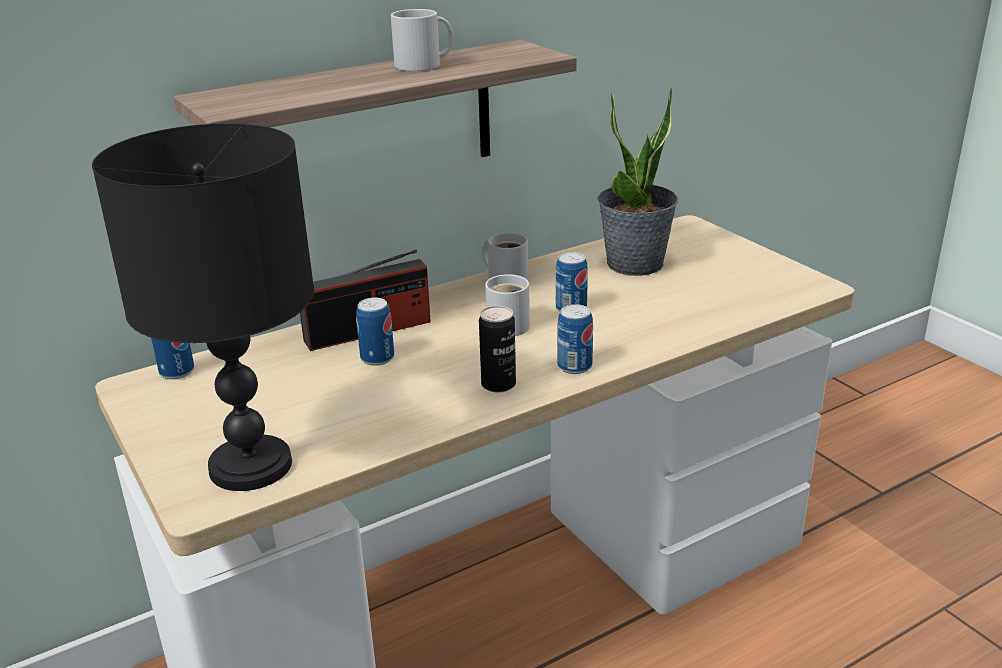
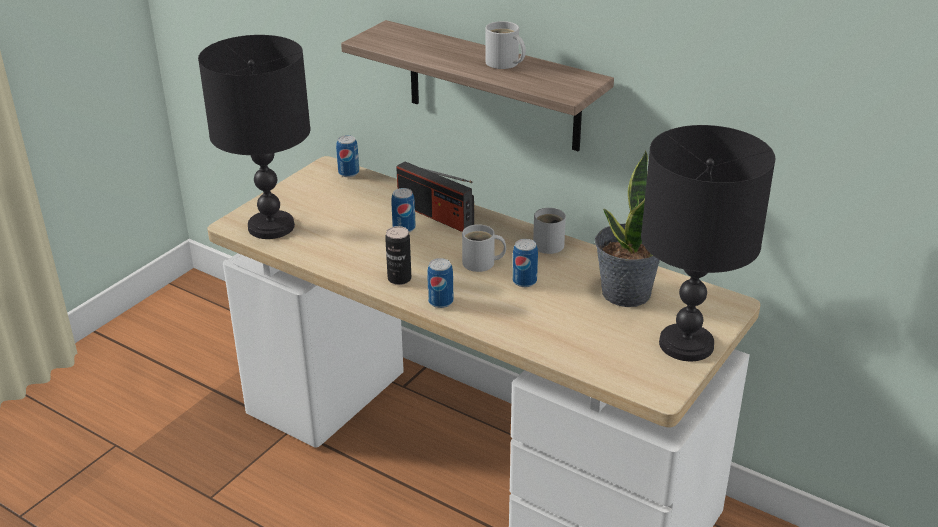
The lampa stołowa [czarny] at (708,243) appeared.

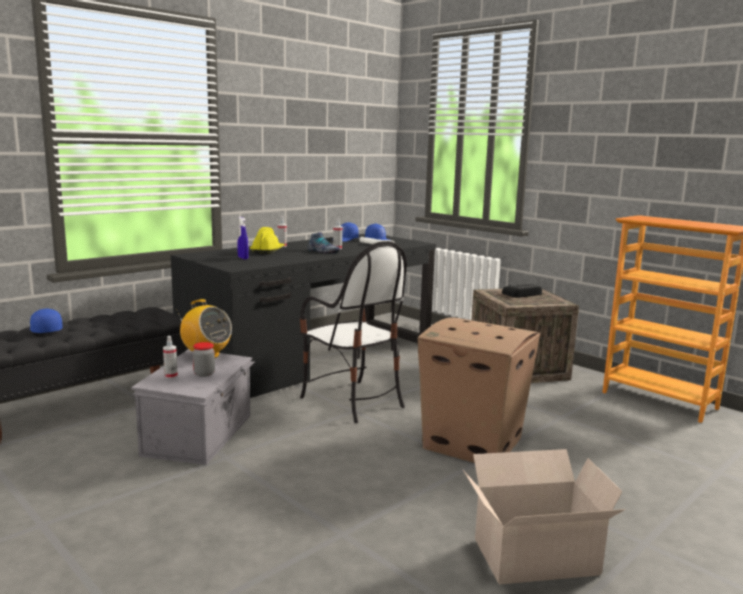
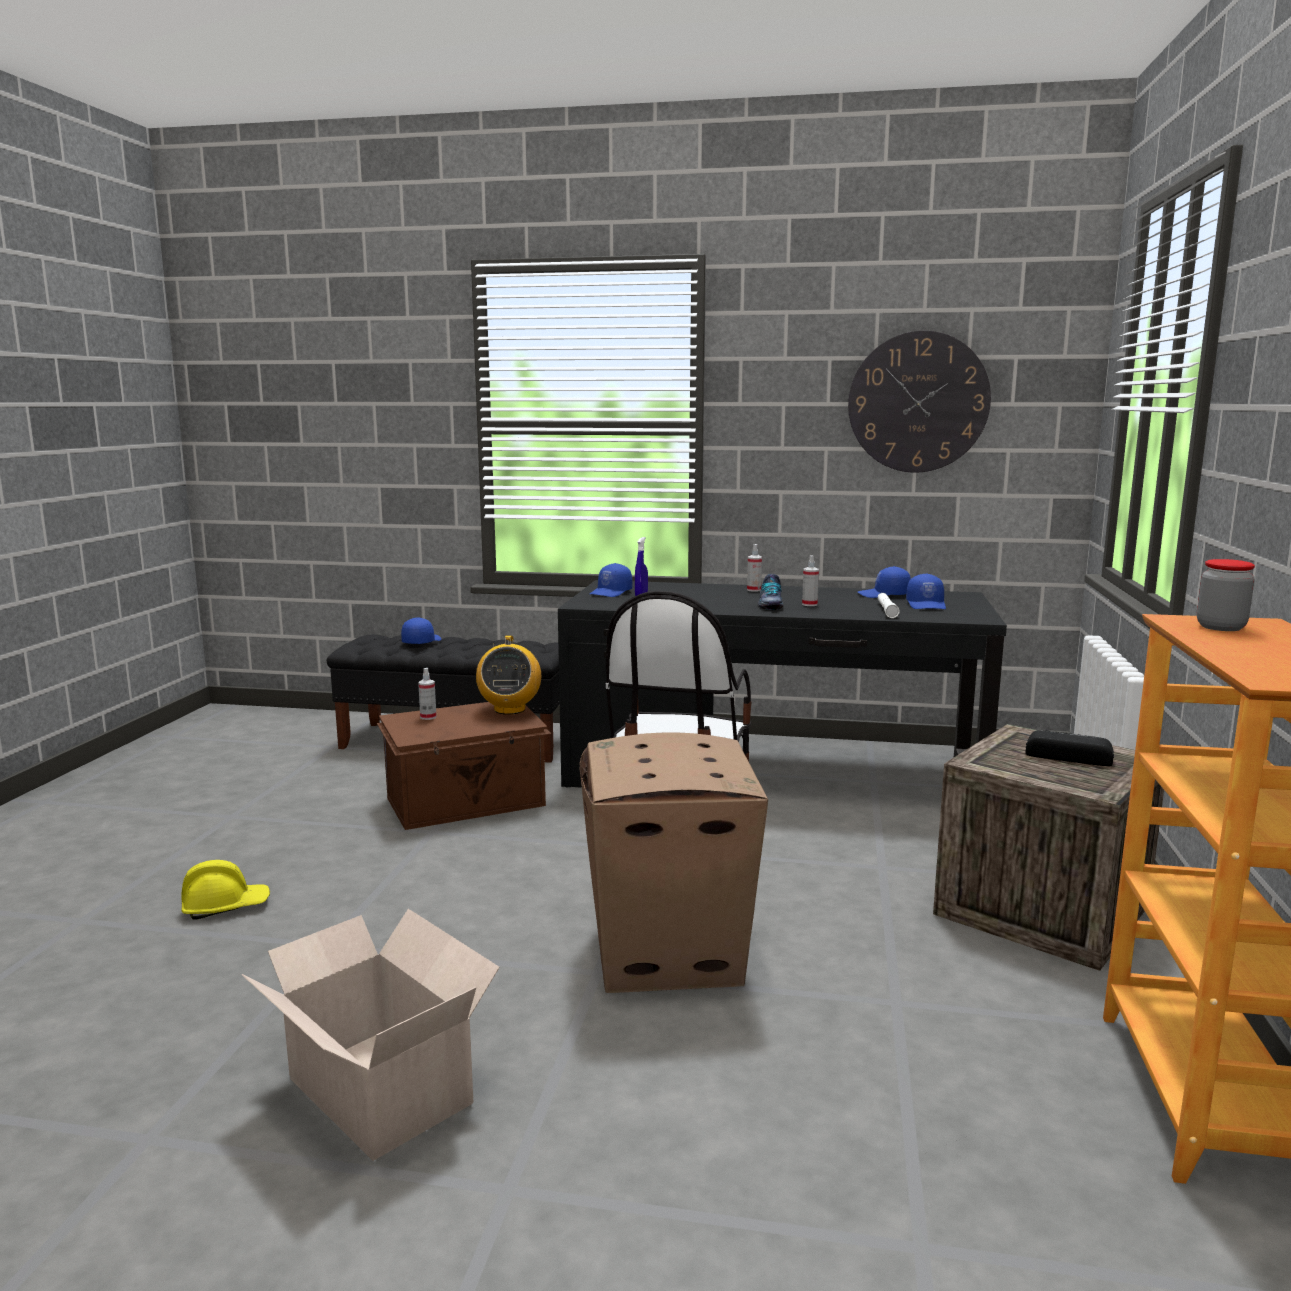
The kask [żółty] moved from (267,240) to (225,890). The słoik moved from (204,359) to (1226,595). The pojemnik do przechowywania [szary] at (193,407) became the pojemnik do przechowywania [brązowy] at (464,766). The zegar ścienny at (919,402) appeared. The czapka z daszkiem [niebieski] at (611,580) appeared.

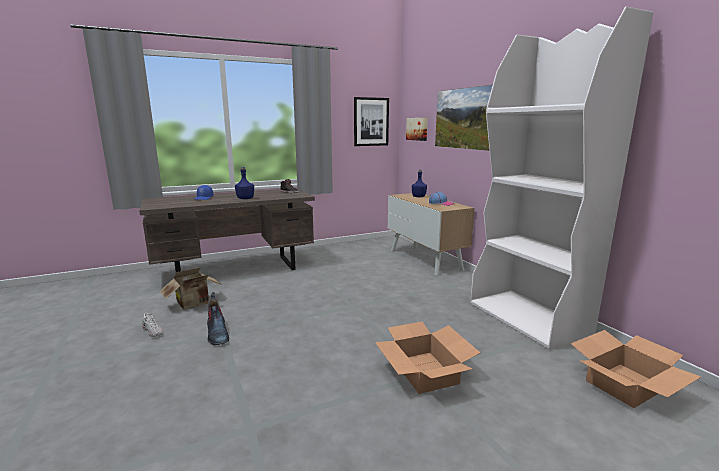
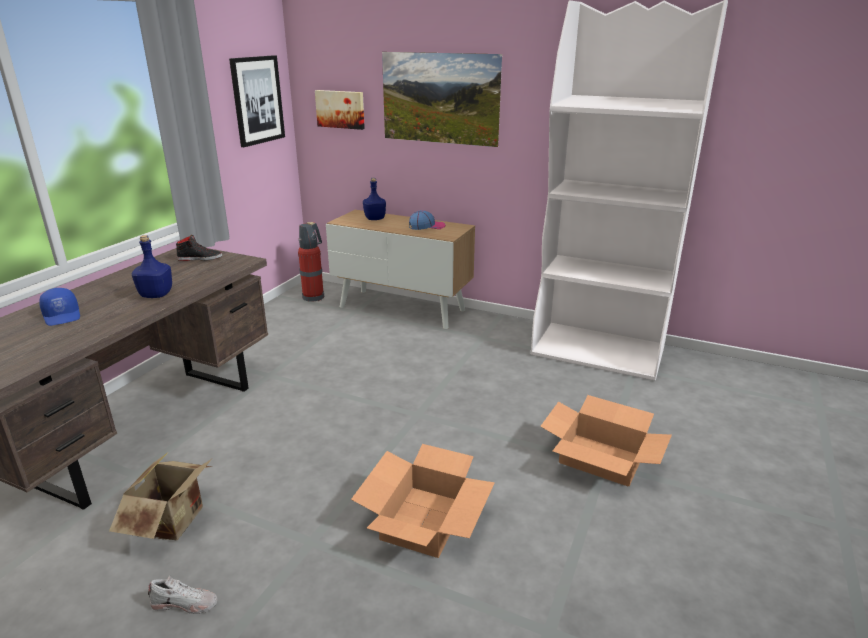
The but z cholewką at (218,318) disappeared. The karton moved from (635,369) to (423,501). The gaśnica at (311,262) appeared.

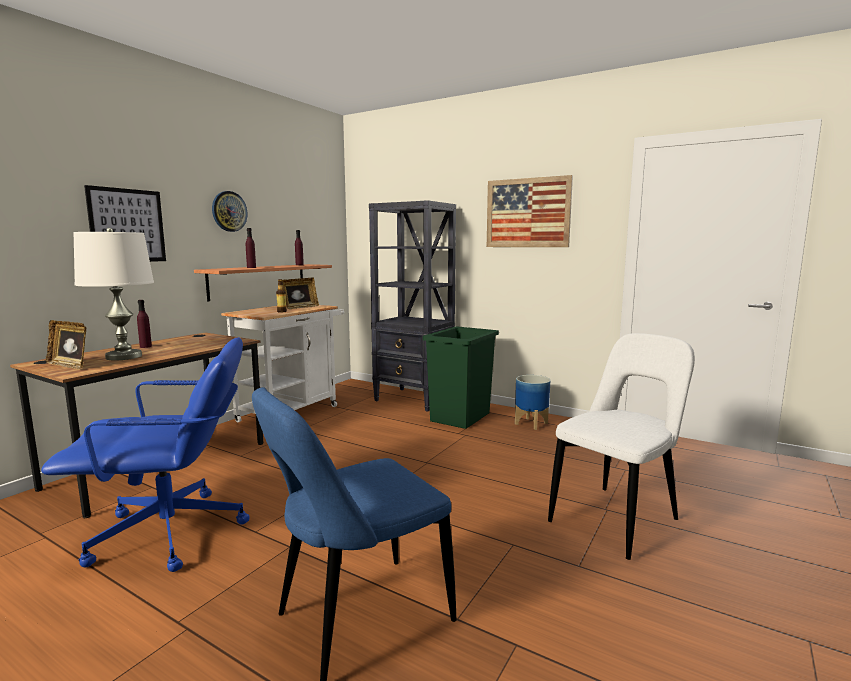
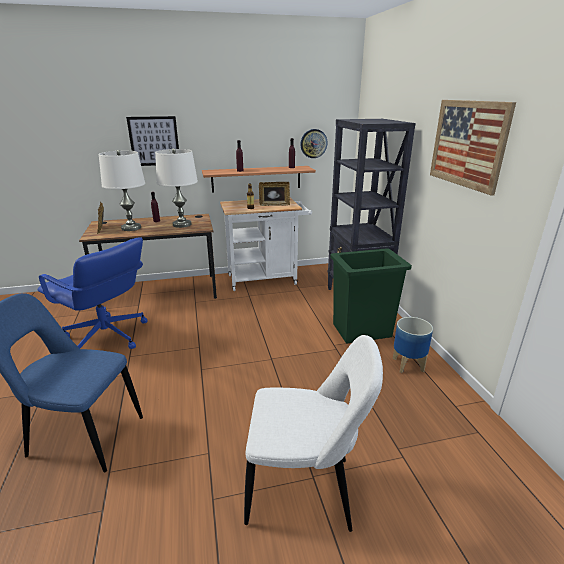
The zegar ścienny moved from (229,211) to (314,143). The lampa stołowa [biały] at (176,188) appeared.

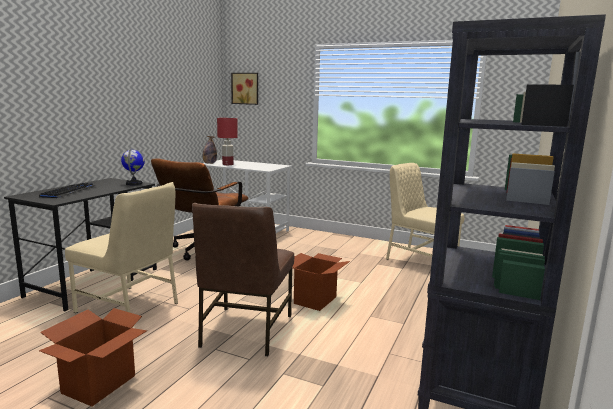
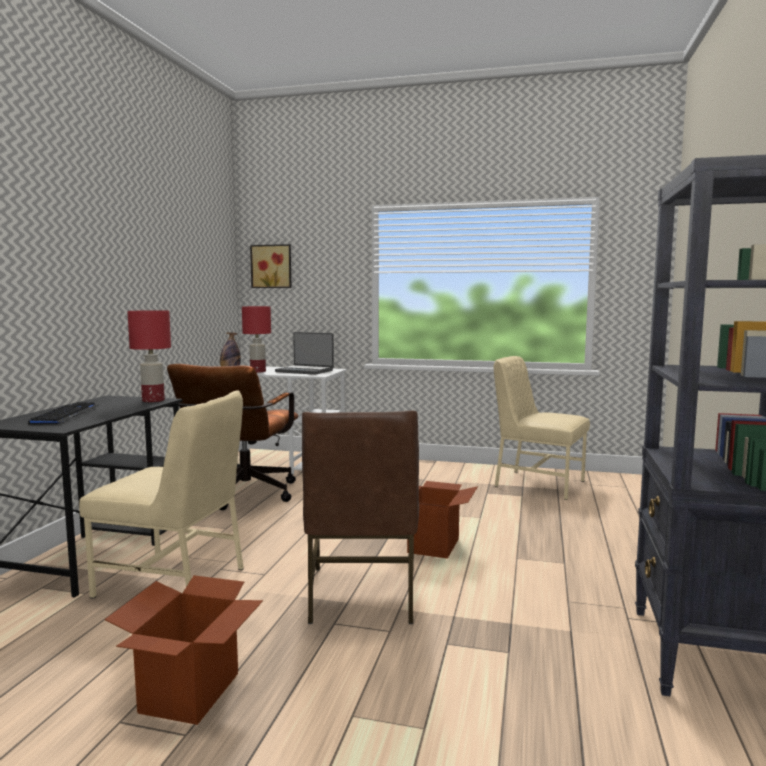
The globus at (133,166) was replaced by the lampa stołowa [czerwony] at (149,356). The laptop at (304,353) appeared.

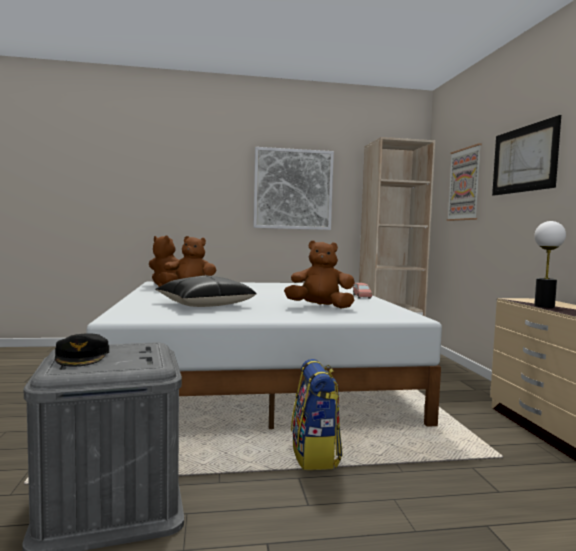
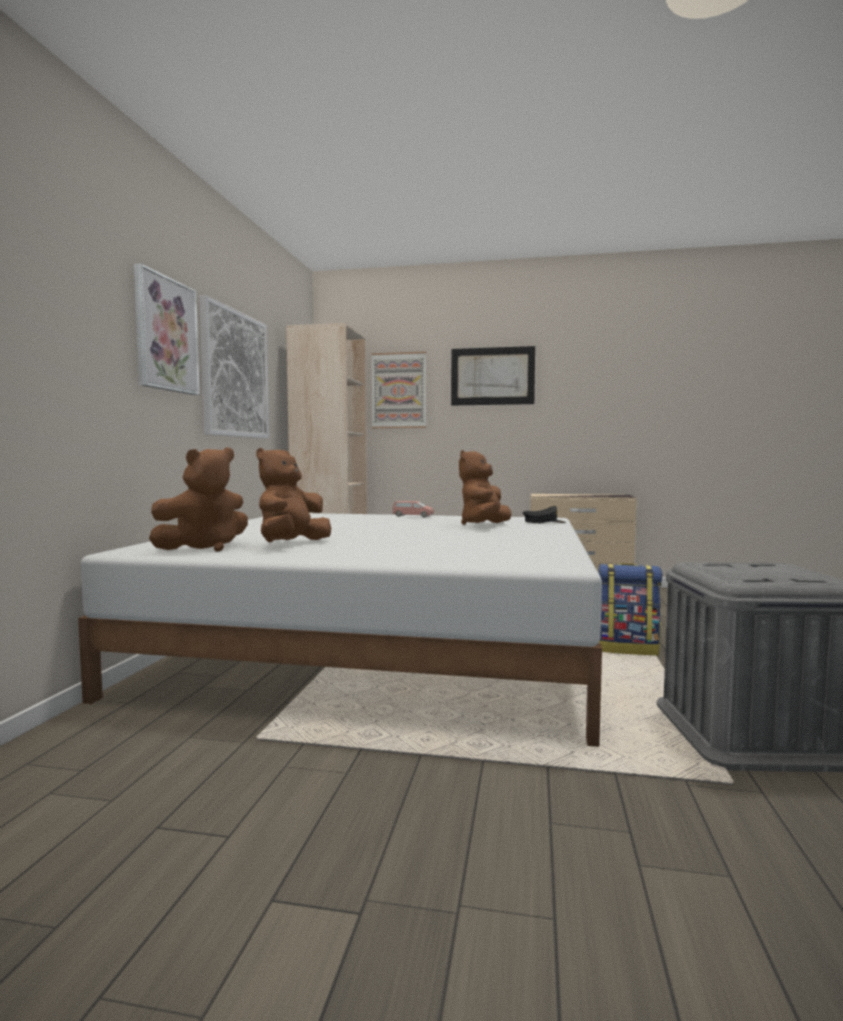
The lampa stołowa at (550,264) disappeared. The poduszka [czarny] at (206,291) disappeared. The czapka z daszkiem [czarny] moved from (82,350) to (544,514). The obraz at (167,329) appeared.

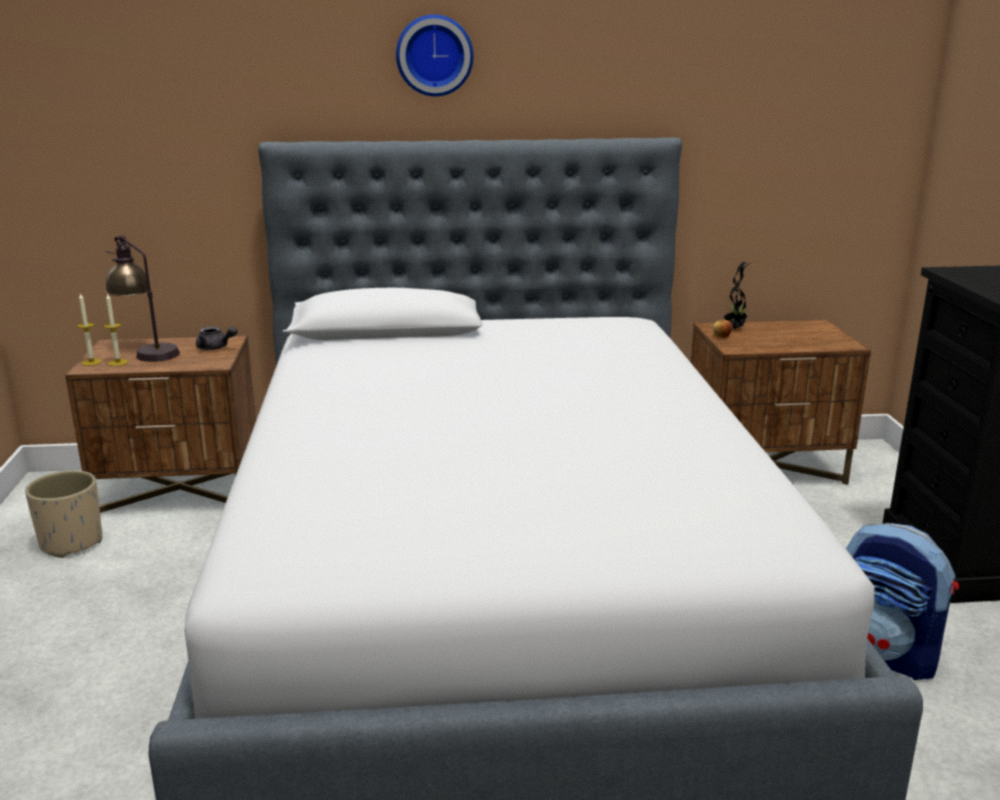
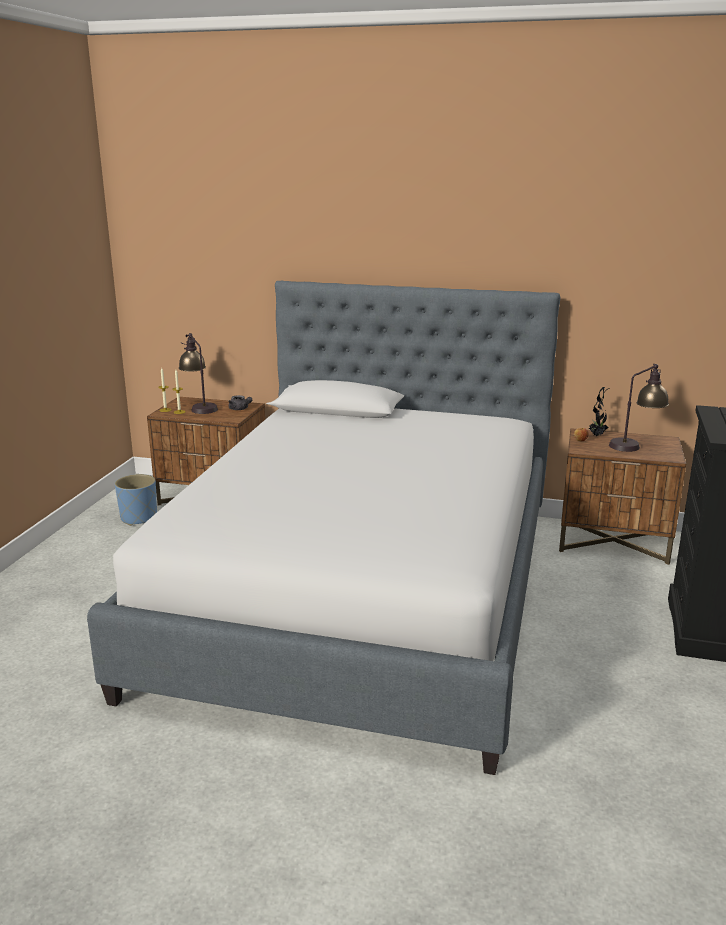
The zegar ścienny at (434,55) disappeared. The donica [beżowy] at (63,514) became the donica [niebieski] at (136,500). The plecak at (902,601) disappeared. The lampa stołowa at (639,408) appeared.

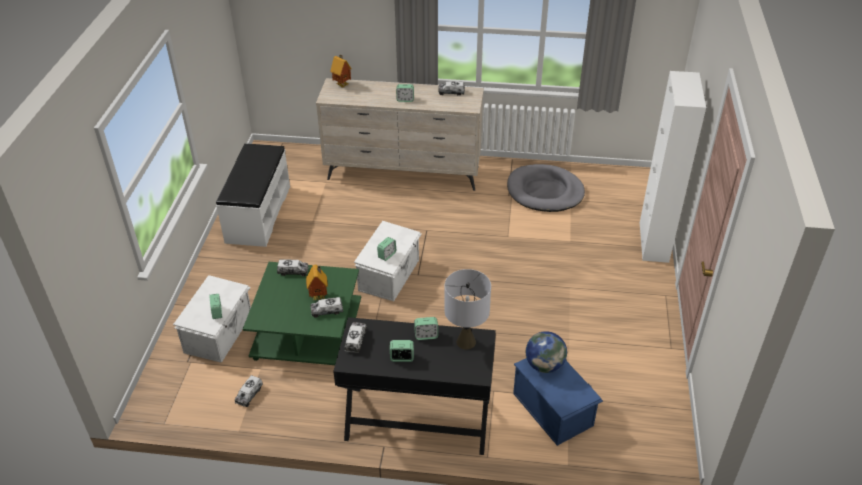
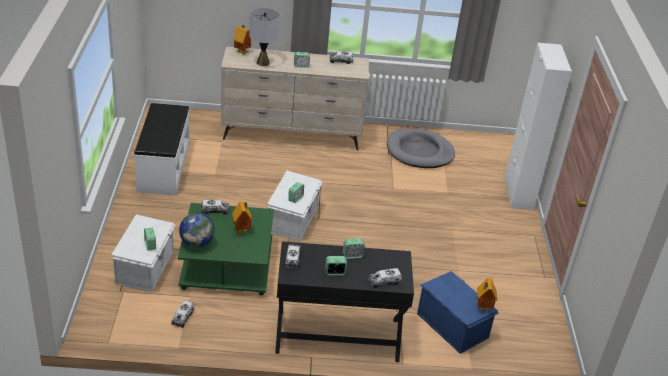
The lampa stołowa [szary] moved from (467,309) to (264,37). The ciężarówka zabawkowa moved from (327,307) to (385,278). The globus moved from (546,352) to (197,230). The domek at (487,295) appeared.

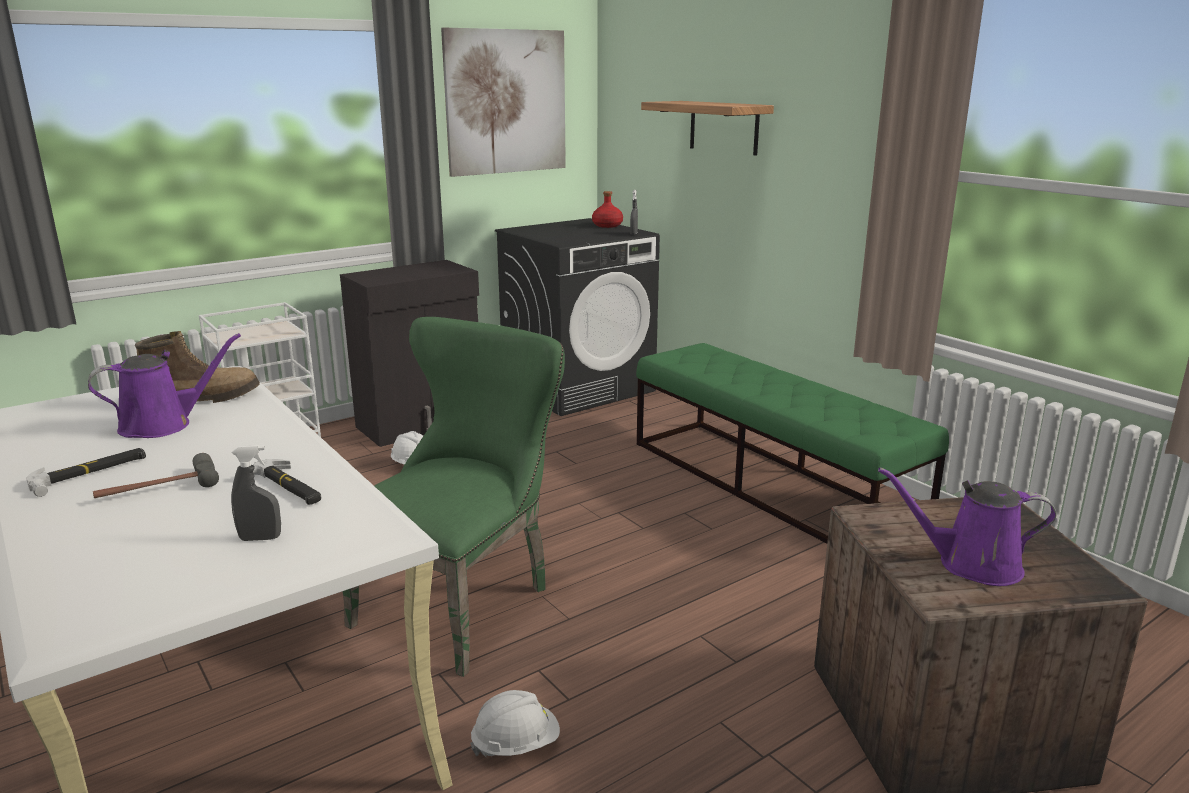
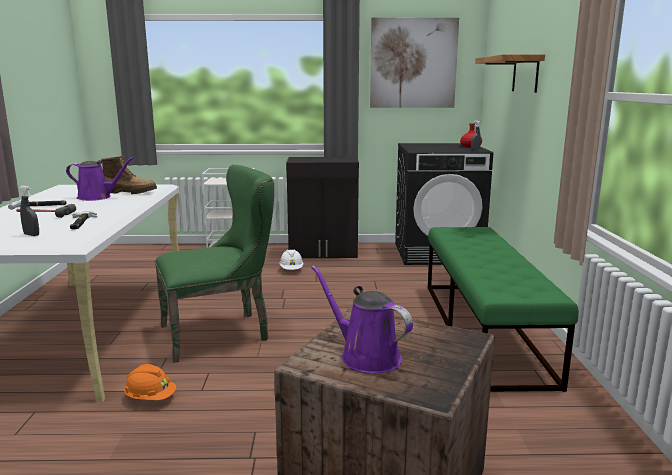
The kask [biały] at (515,724) became the kask [pomarańczowy] at (150,382).

